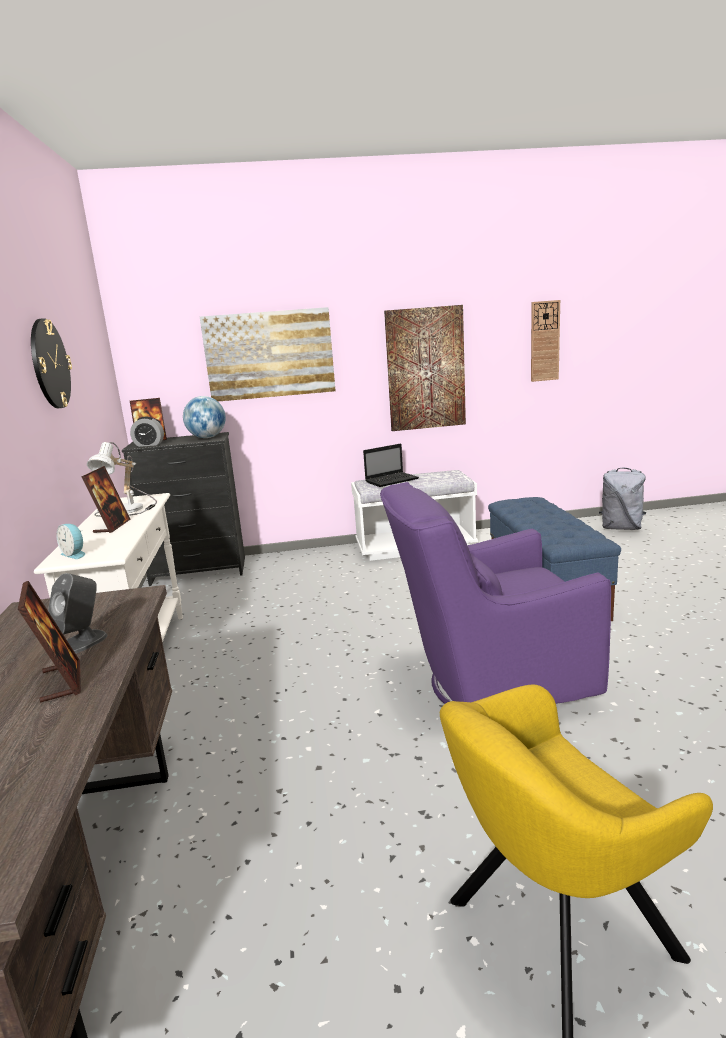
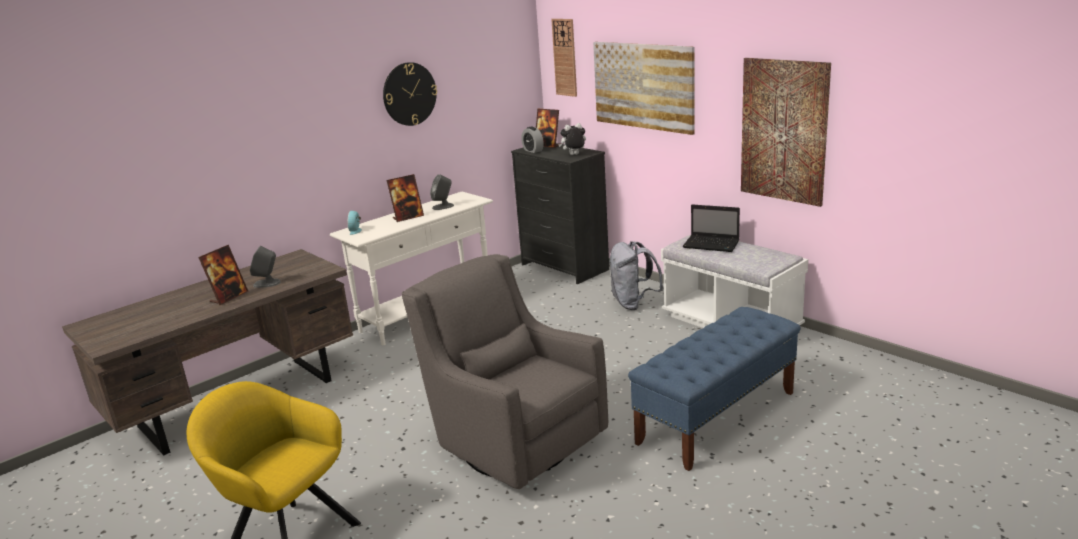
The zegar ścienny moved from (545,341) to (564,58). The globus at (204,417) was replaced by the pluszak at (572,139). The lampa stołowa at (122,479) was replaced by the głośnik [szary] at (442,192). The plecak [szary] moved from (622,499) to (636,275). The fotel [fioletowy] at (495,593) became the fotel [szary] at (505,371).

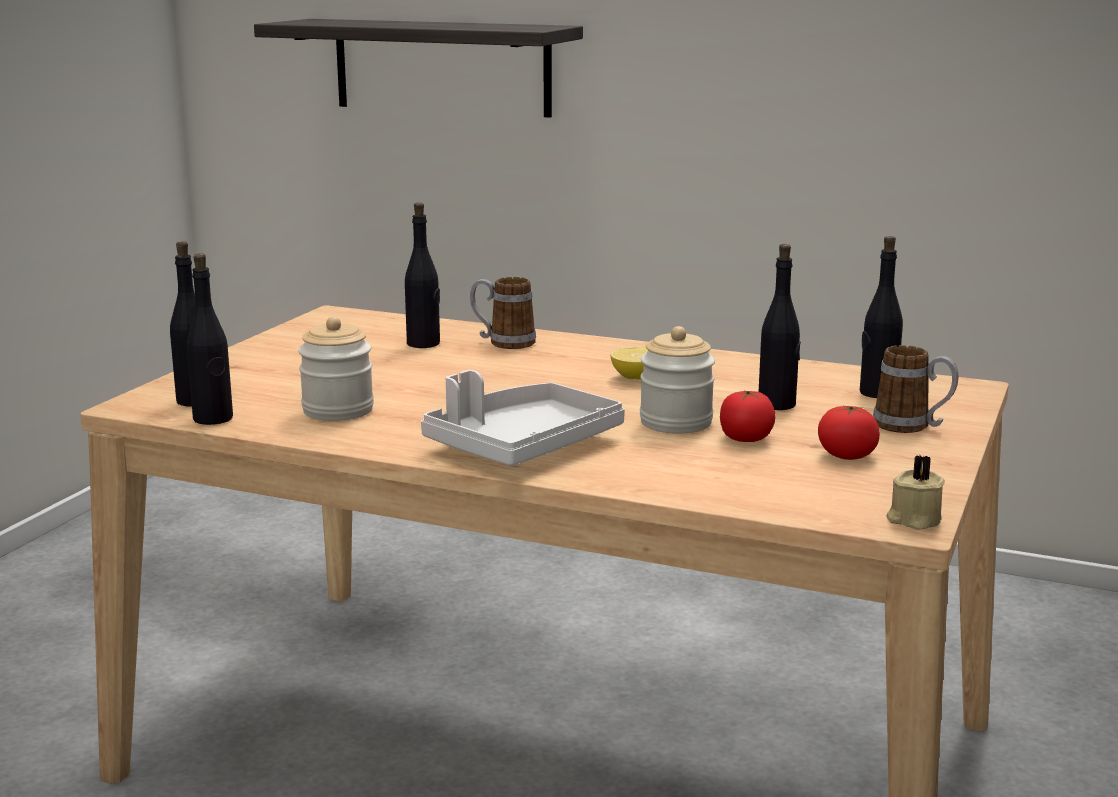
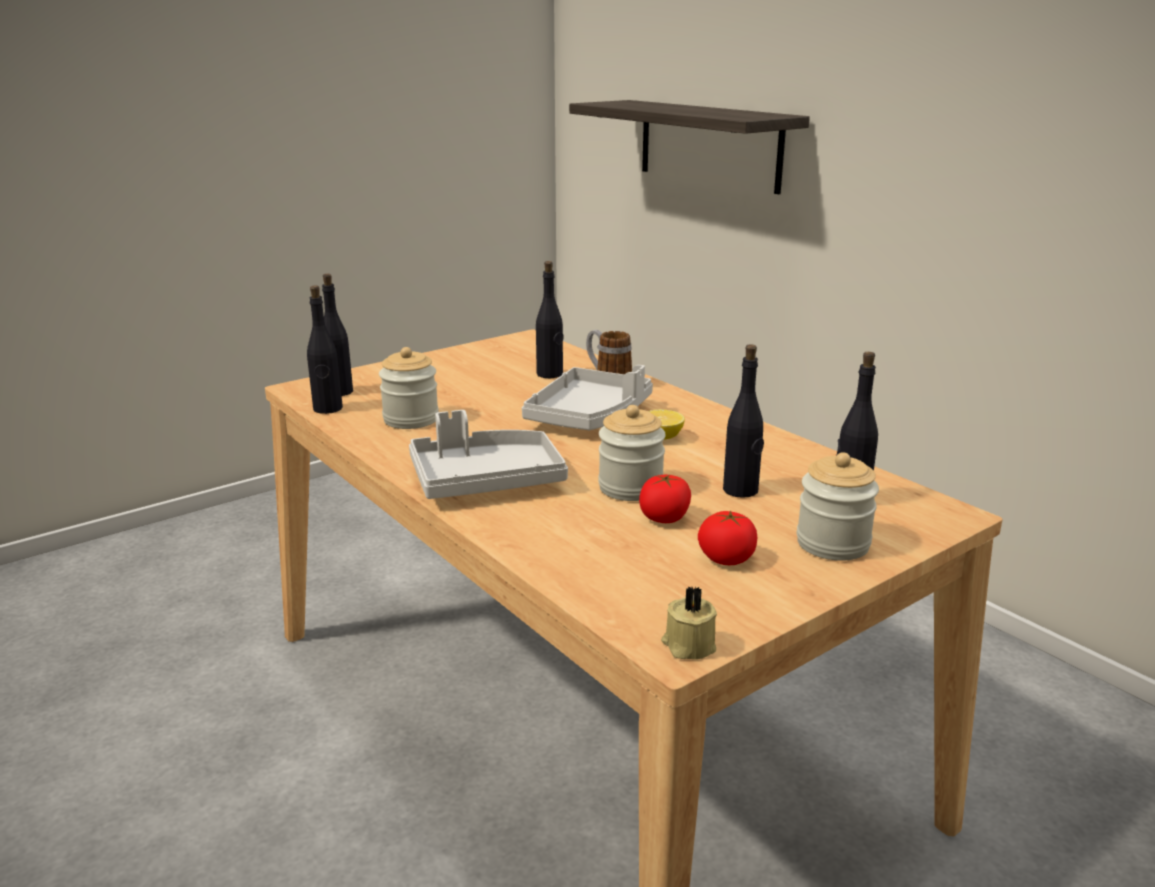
The kubek at (915,389) was replaced by the słoik at (838,506). The taca [szary] at (587,397) appeared.

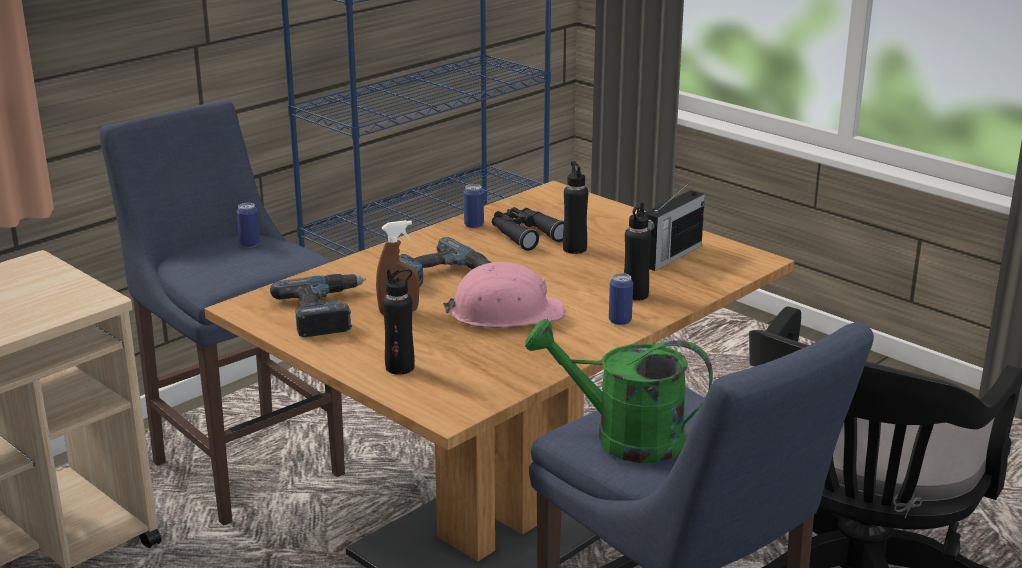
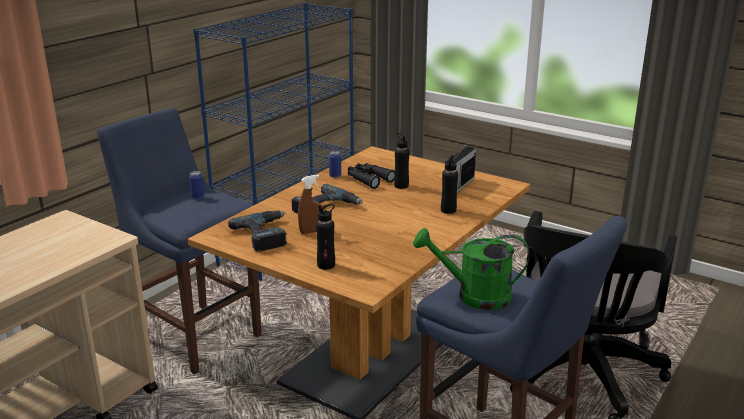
The kask [różowy] at (504,295) disappeared. The puszka at (621,299) disappeared.

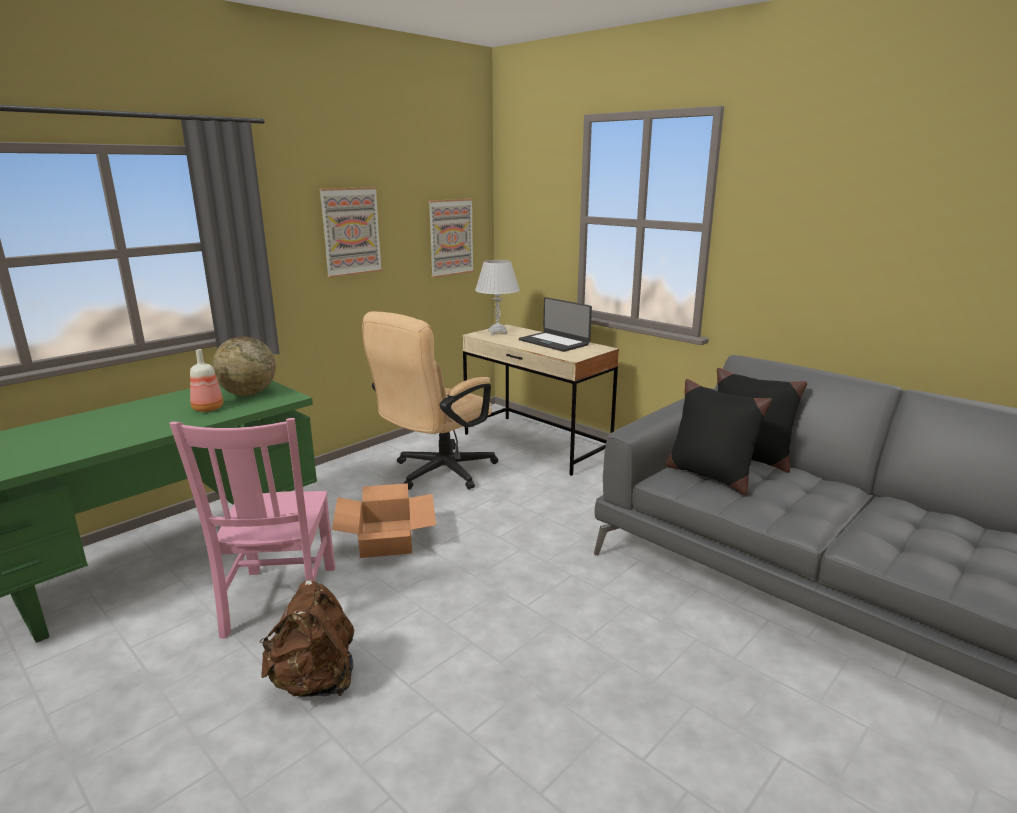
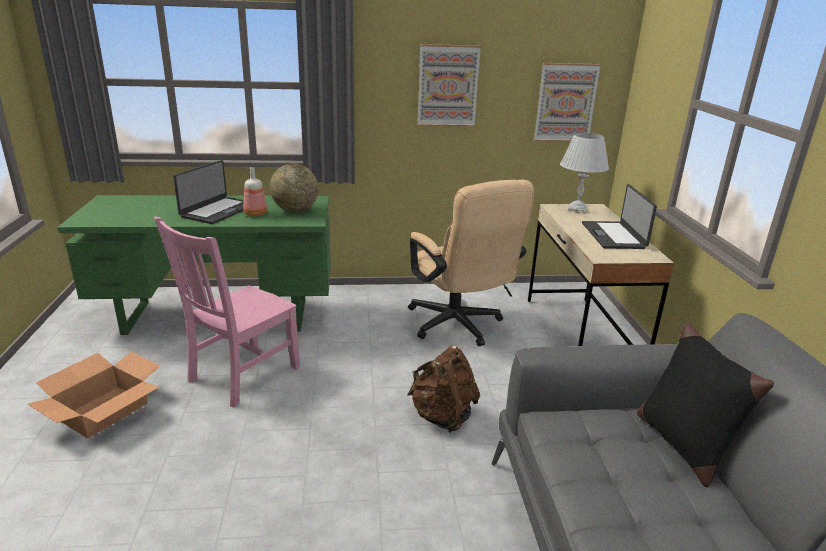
The krzesło biurowe [beżowy] at (430,400) turned 105 degrees counterclockwise. The poduszka [czarny] at (719,437) disappeared. The karton moved from (384,520) to (93,395). The plecak [brązowy] moved from (306,638) to (443,389). The laptop at (208,192) appeared.

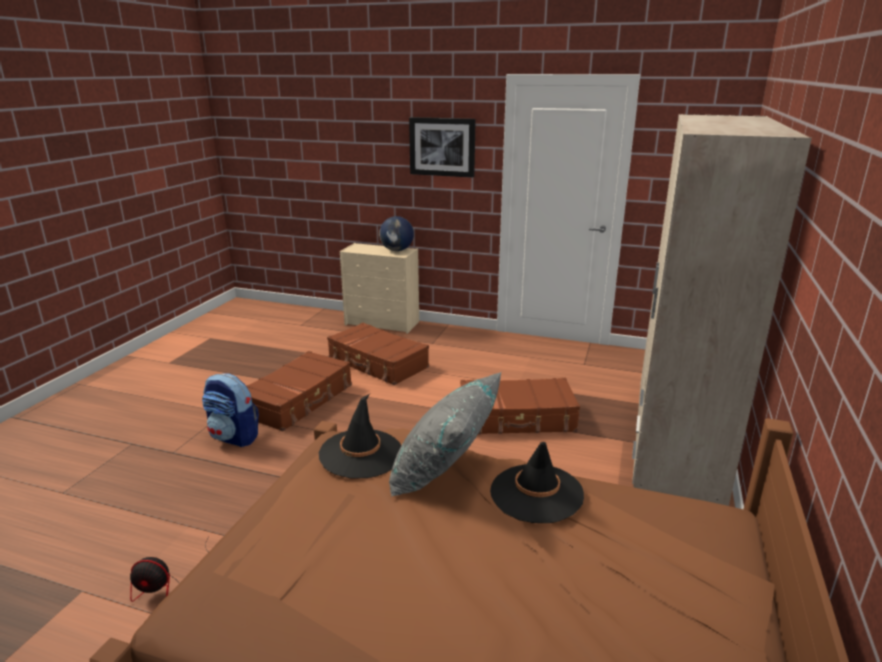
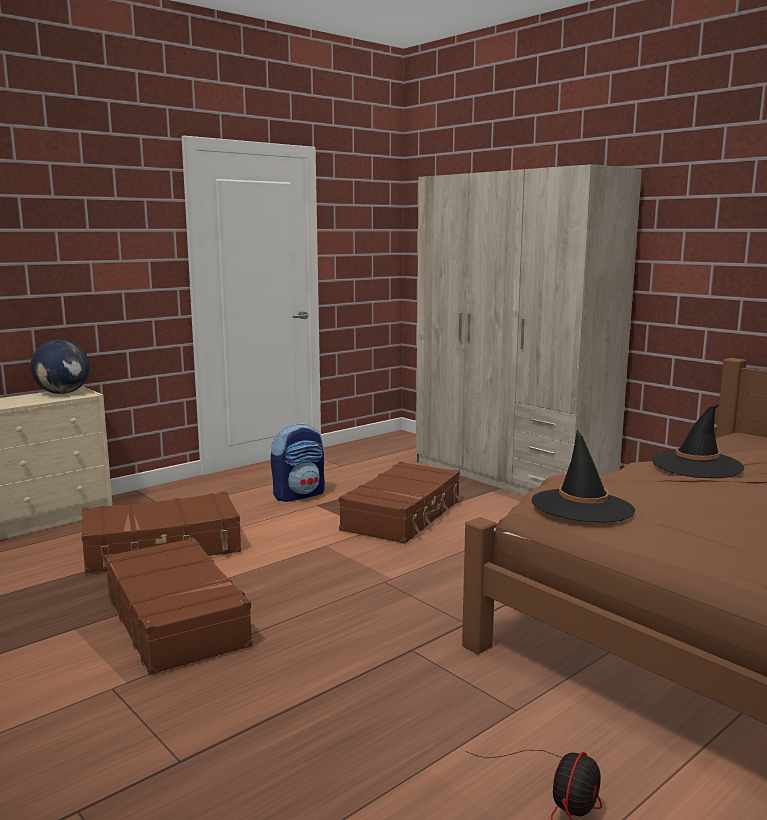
The obraz at (442,147) disappeared. The poduszka [szary] at (445,434) disappeared. The plecak moved from (230,410) to (298,462).

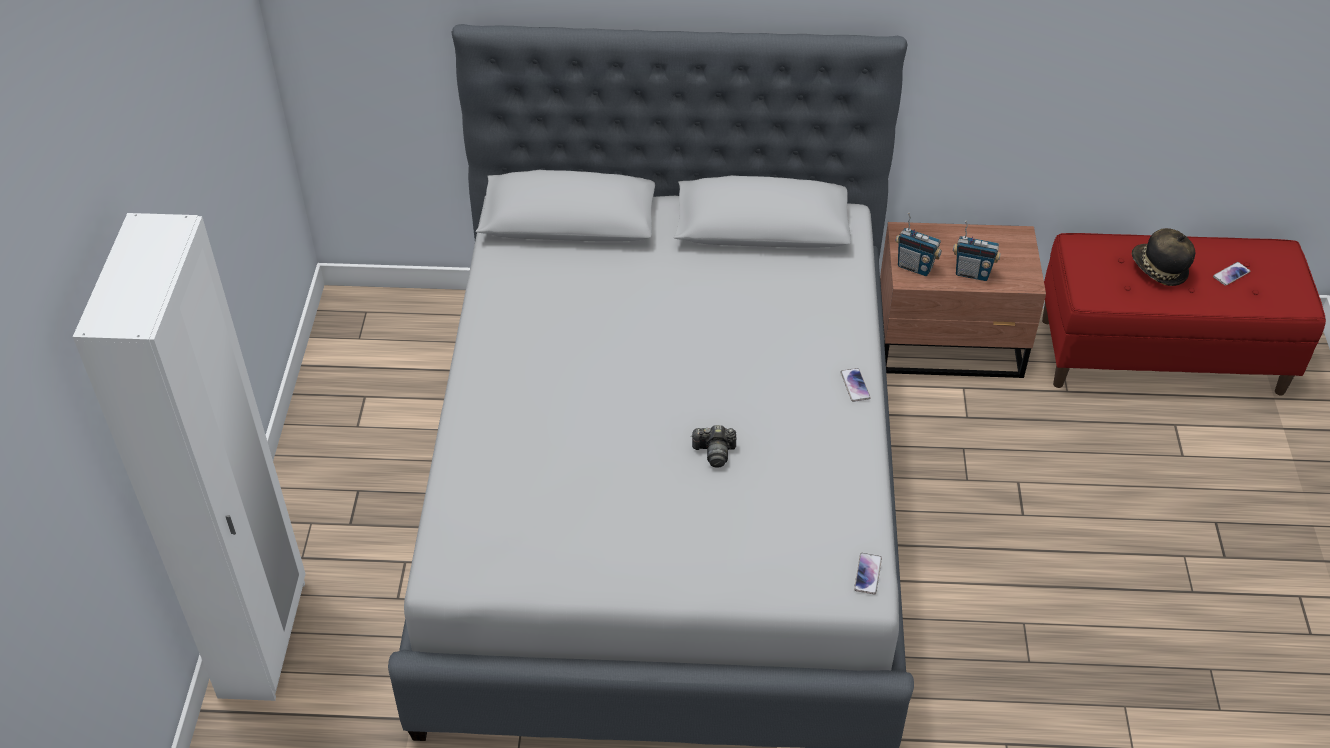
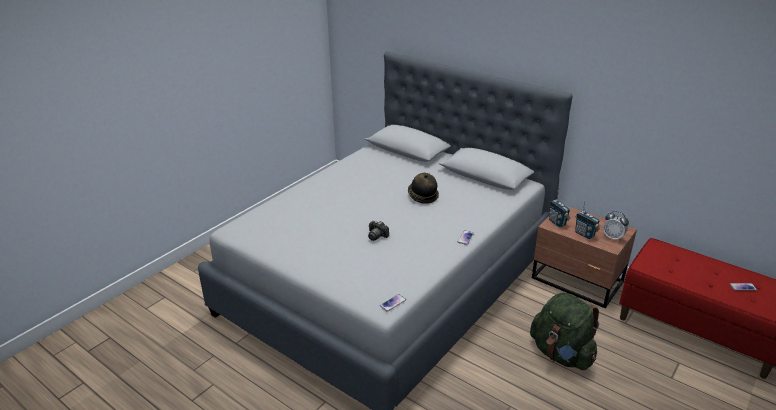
The szafa [biały] at (189,457) disappeared. The kapelusz moved from (1163,257) to (423,188). The budzik at (616,225) appeared. The plecak [zielony] at (564,331) appeared.

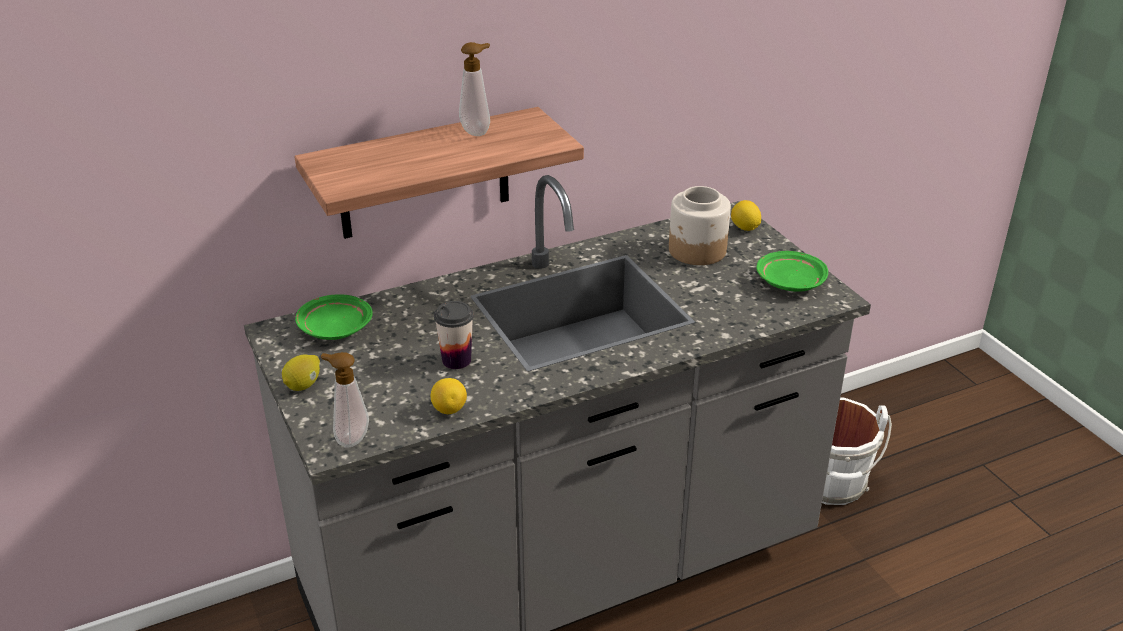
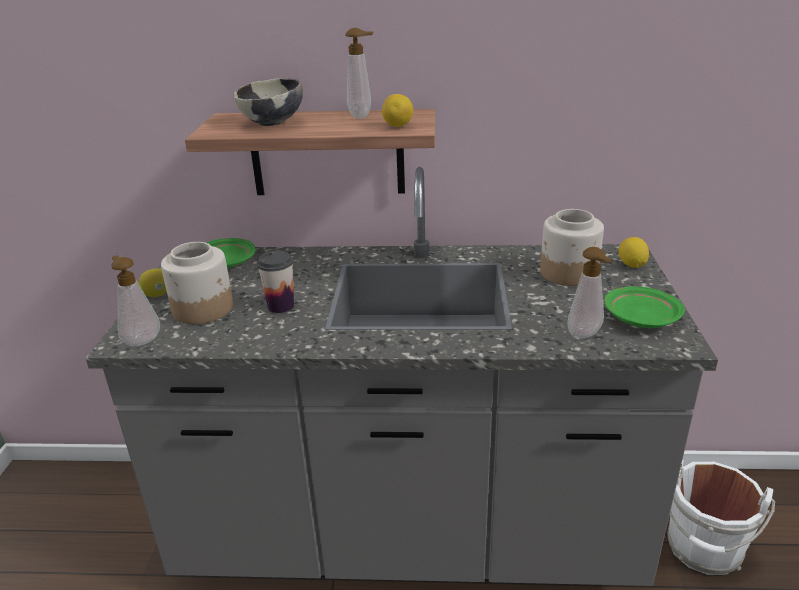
The cytryna moved from (449,396) to (397,110). The miska at (268,102) appeared. The słoik at (197,283) appeared. The dozownik mydła at (589,292) appeared.

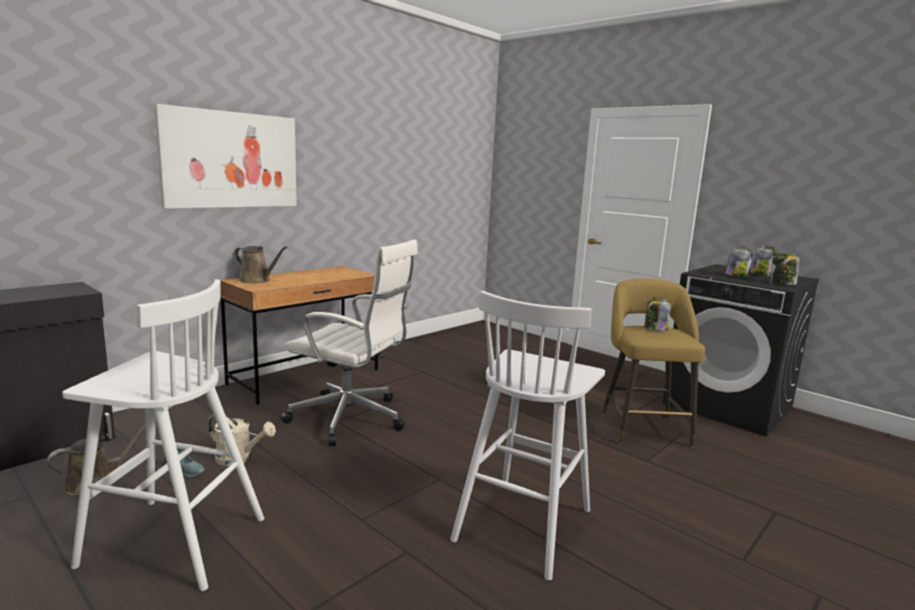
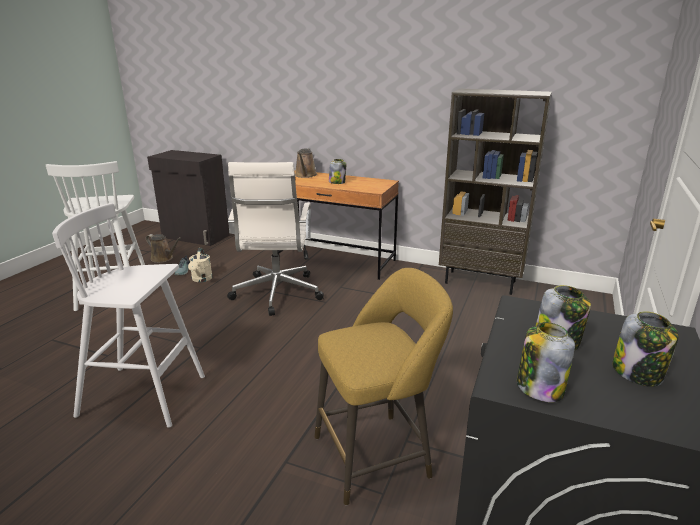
The obraz at (225,156) disappeared. The słoik moved from (657,314) to (337,171). The regał [brązowy] at (495,192) appeared.

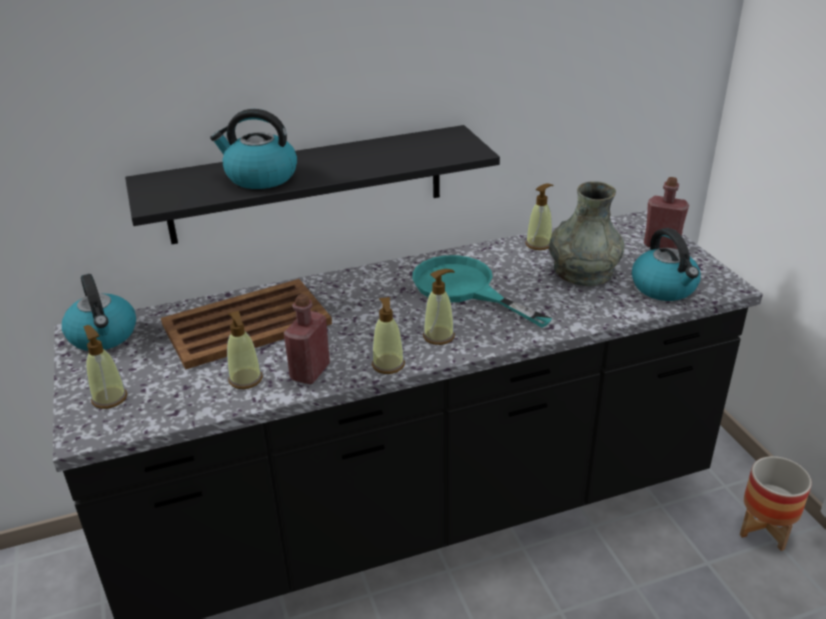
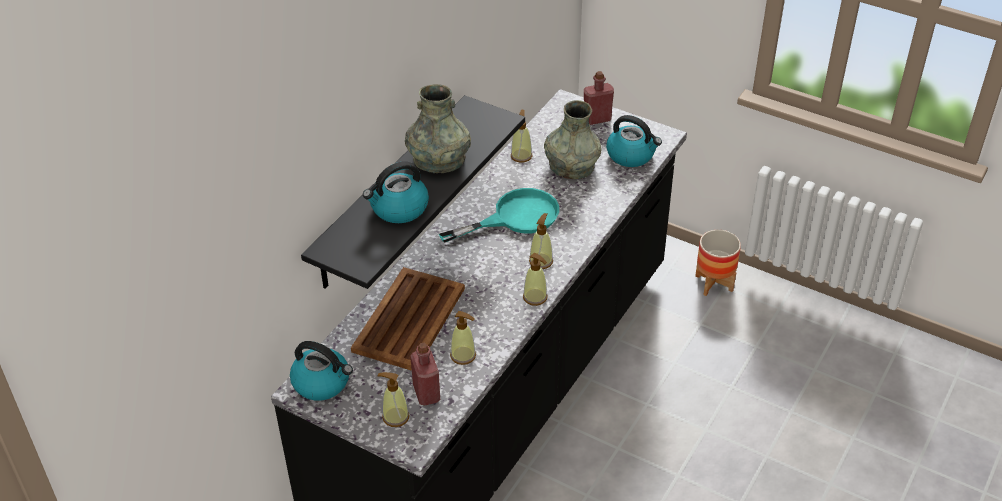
The patelnia [turkusowy] at (482,291) turned 150 degrees clockwise. The butelka [czerwony] moved from (307,339) to (425,374). The wazon [szary] at (438,128) appeared.

